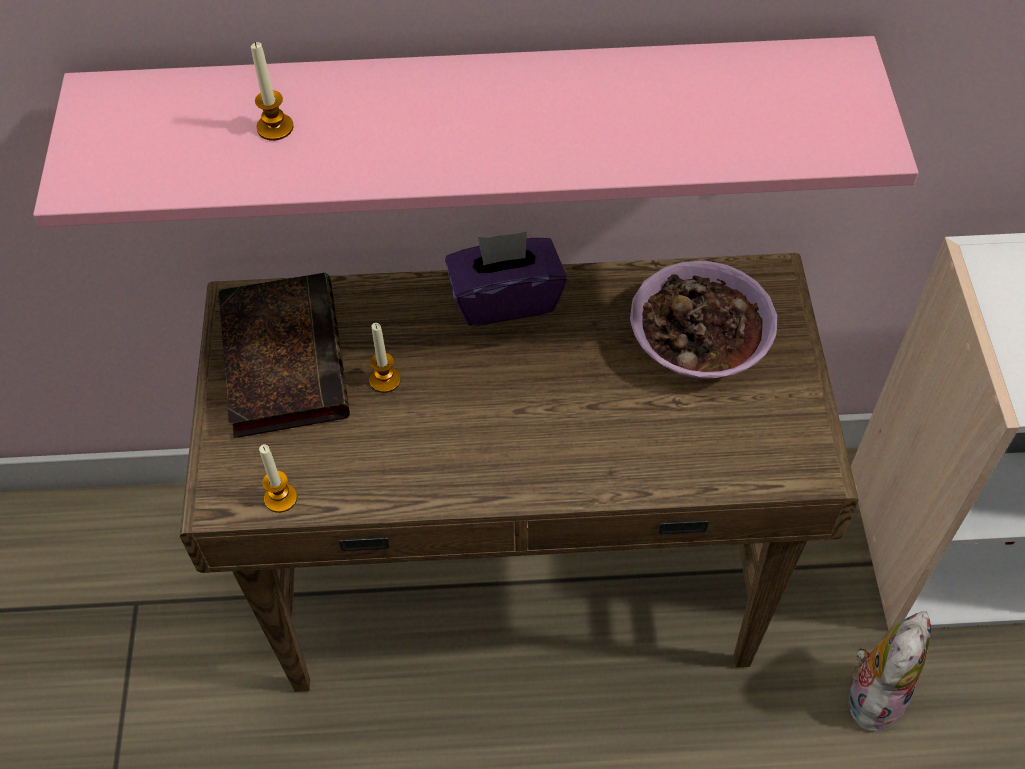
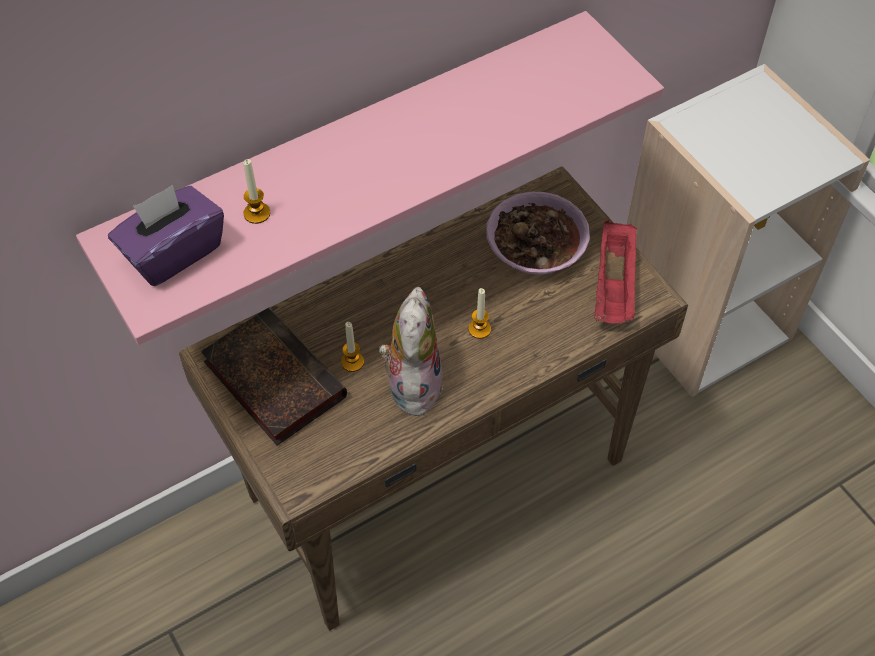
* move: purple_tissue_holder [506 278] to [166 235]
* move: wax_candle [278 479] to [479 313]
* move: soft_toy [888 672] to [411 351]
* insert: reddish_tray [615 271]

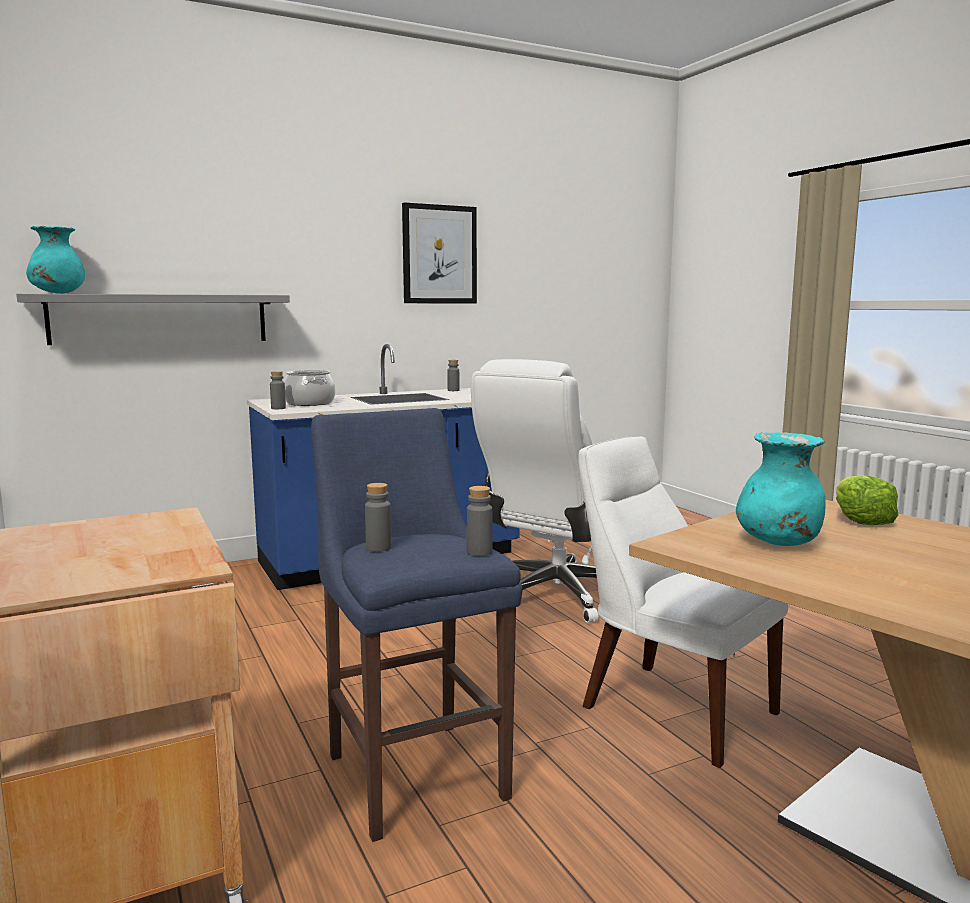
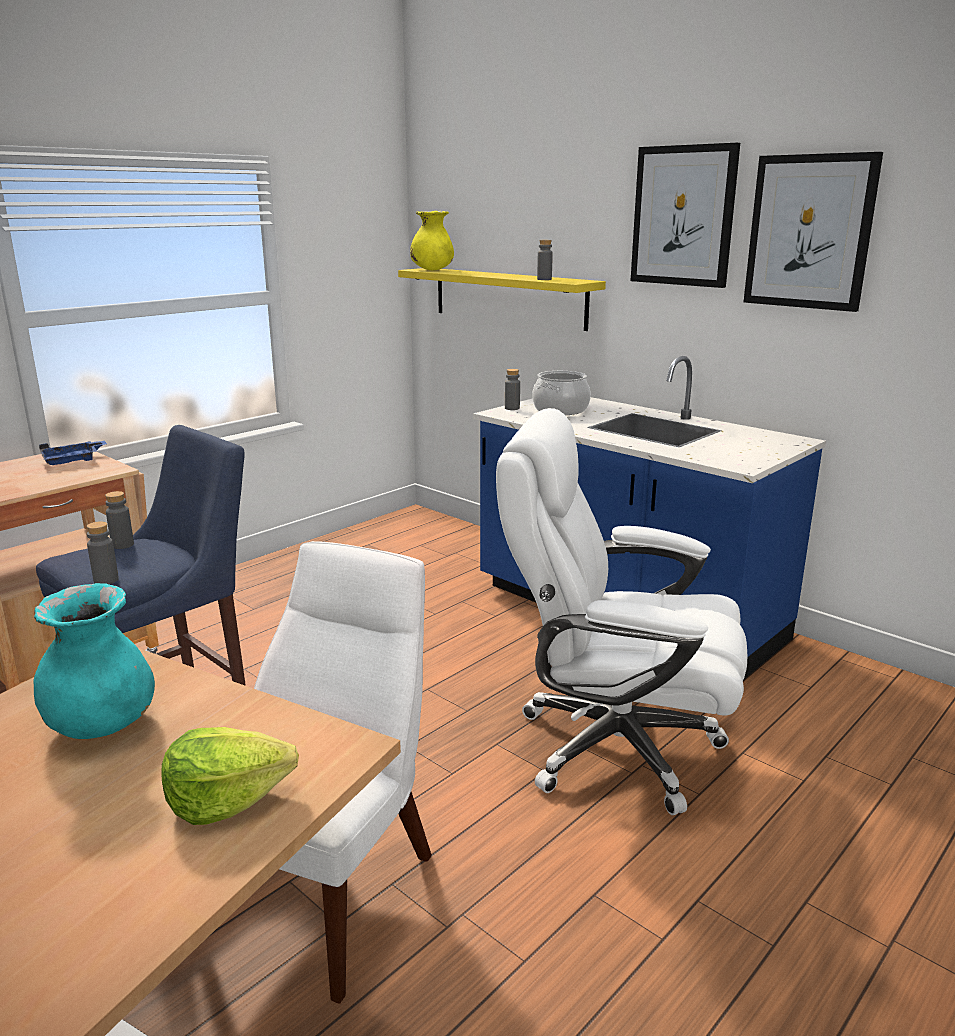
* recolor: turquoise_decorative_vase [55 260] to yellow-coloured_decorative_vase [432 240]
* recolor: gray_bracket_shelf [153 319] to yellow-coloured_bracket_shelf [502 299]
* move: gray_drink_bottle [453 375] to [545 260]
* insert: wall_picture [685 215]
* insert: blue-coloured_tray [73 453]

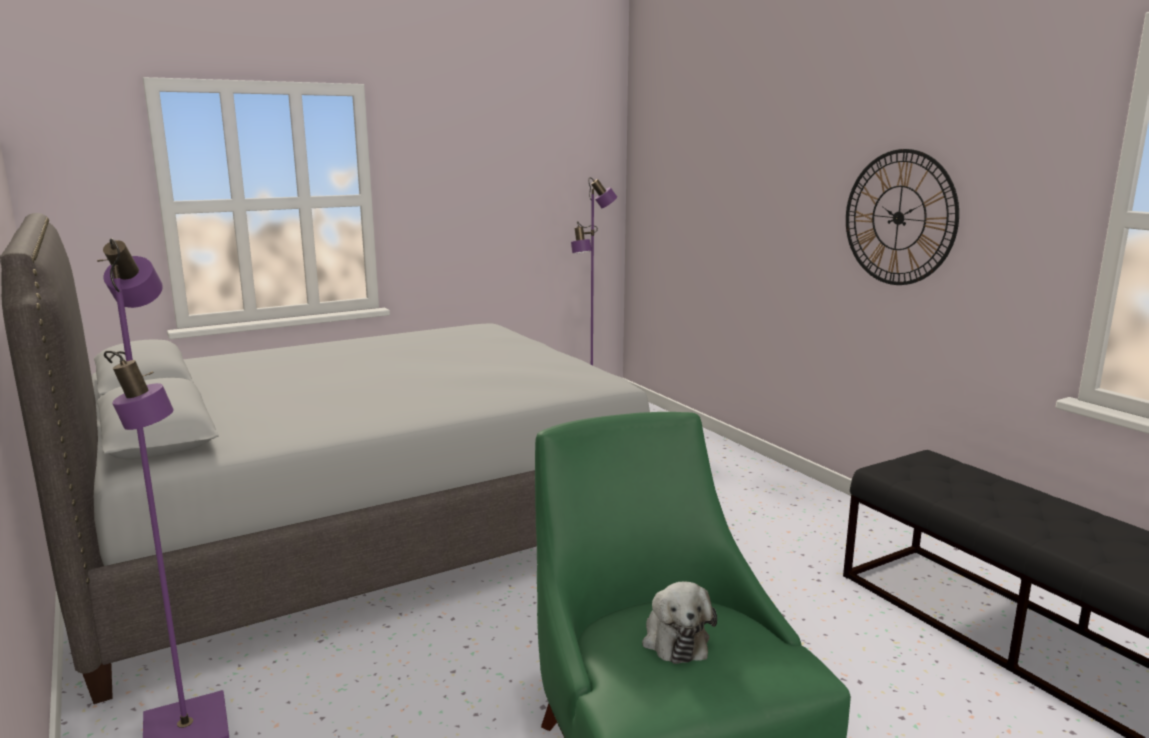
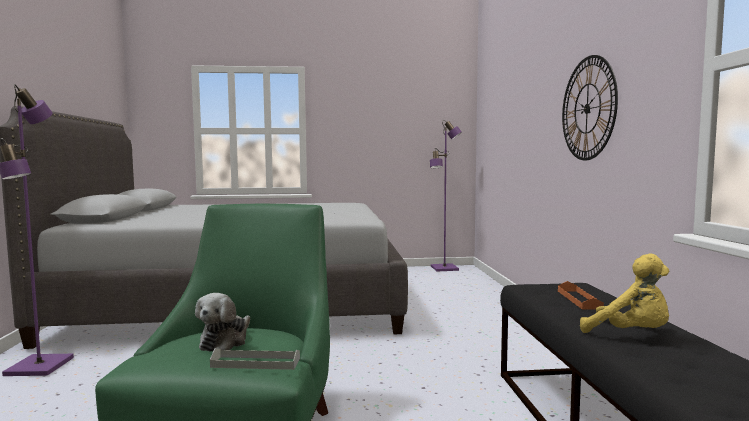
* insert: yellow-coloured_soft_toy [624 293]
* insert: orangey_tray [581 295]
* insert: gray_tray [255 359]

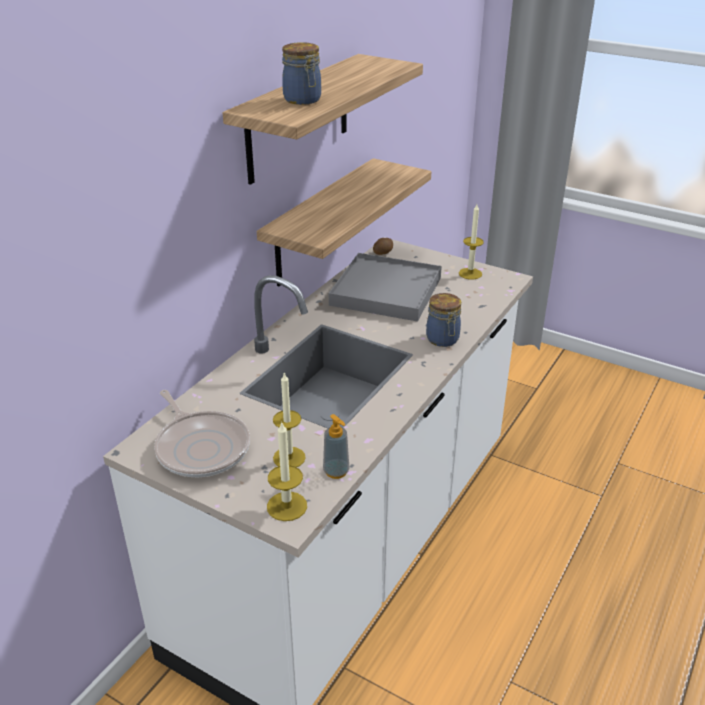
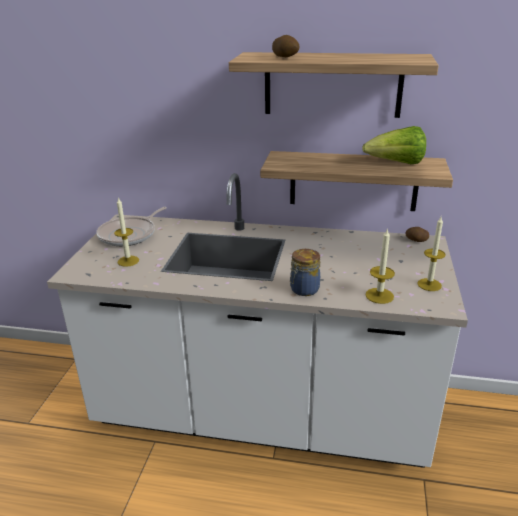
* replace: preserve_jar [301 73] to spud [285 46]
* delete: gray_tray [385 287]
* delete: soap_bottle [336 446]
* move: wax_candle [287 471] to [380 266]
* insert: lettuce_head [394 145]

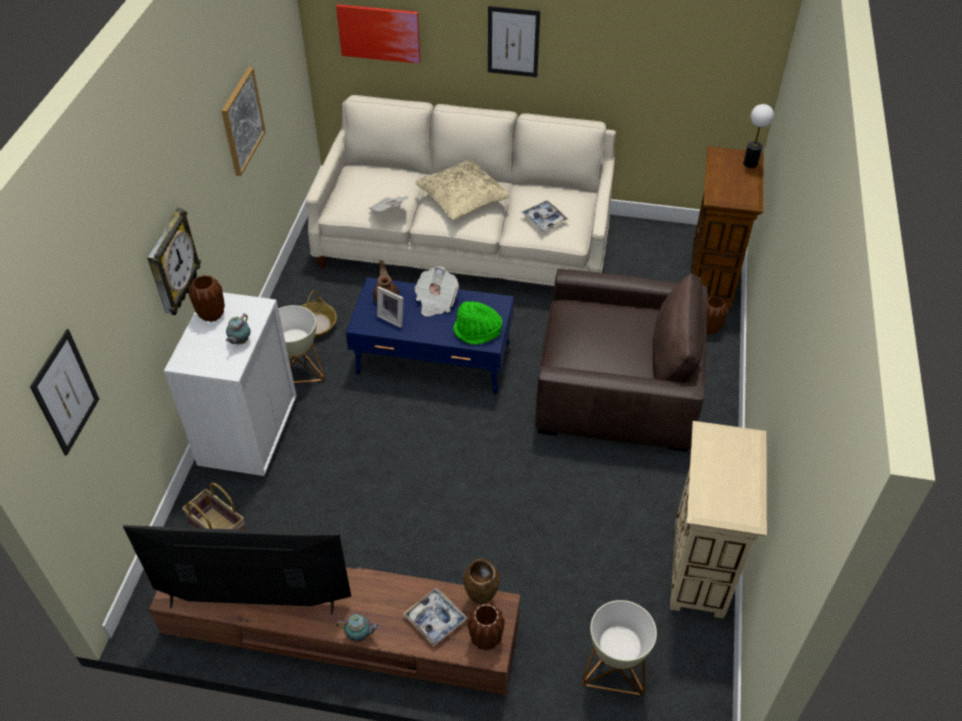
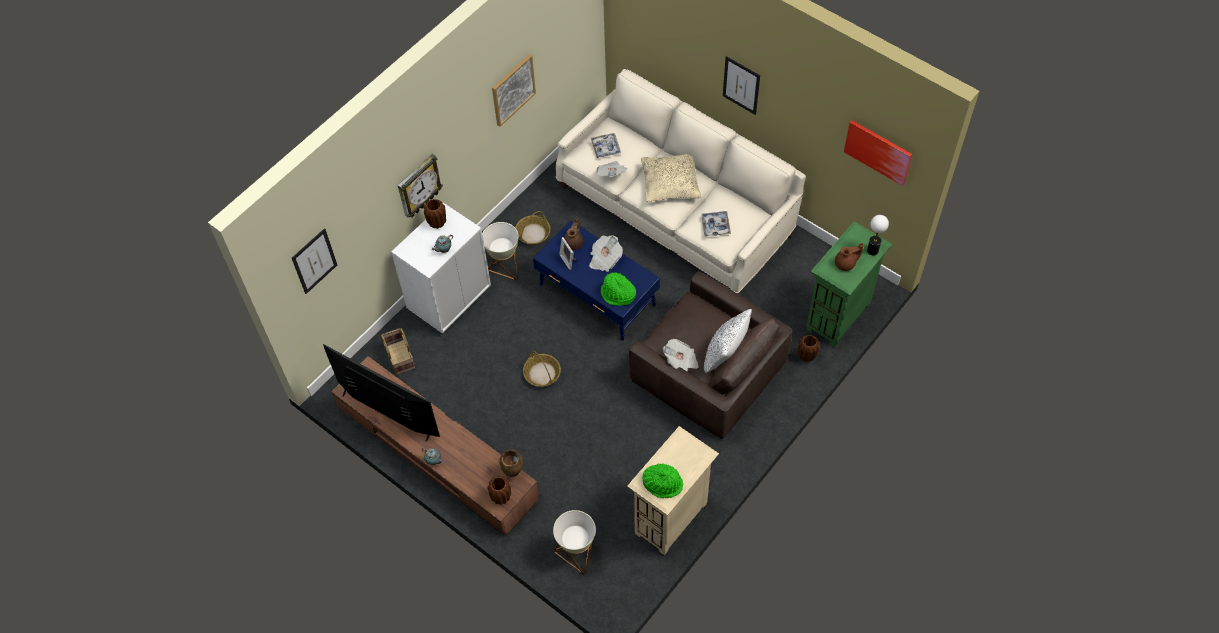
* move: wall_picture [378 34] to [878 153]
* recolor: brown_storage_cabinet [727 227] to green_storage_cabinet [849 284]
* move: tray [435 617] to [606 145]
* insert: brown_pot_for_tea [849 257]
* insert: white-coloured_pillow [728 341]
* insert: printed_paper [681 355]
* insert: basket [542 369]
* insert: green_clothing_hat [662 480]

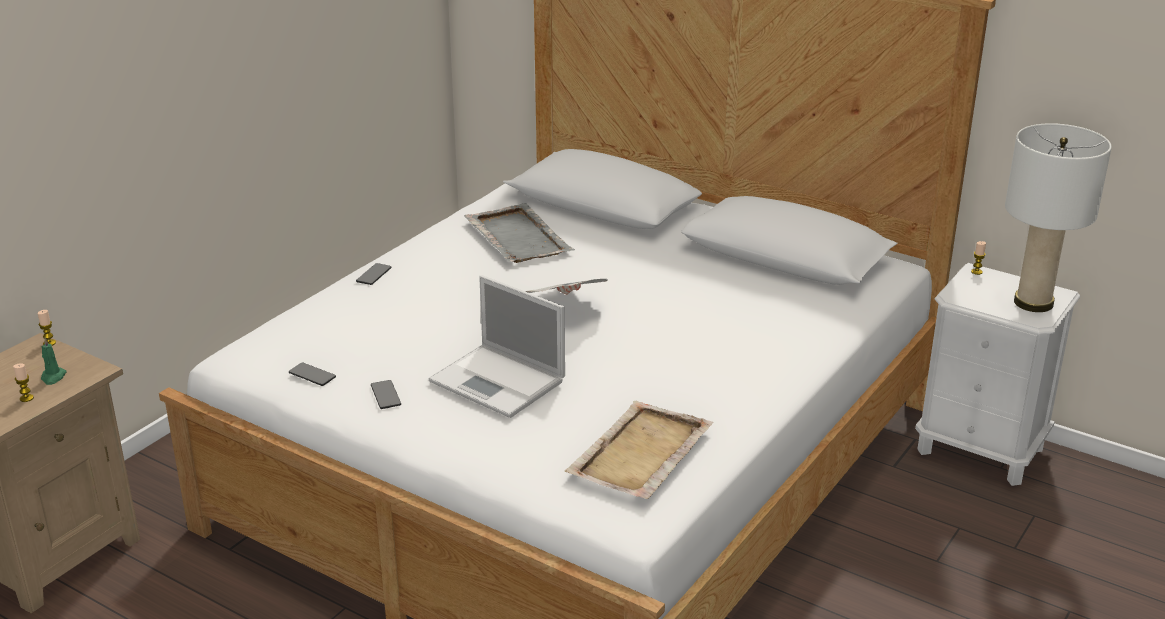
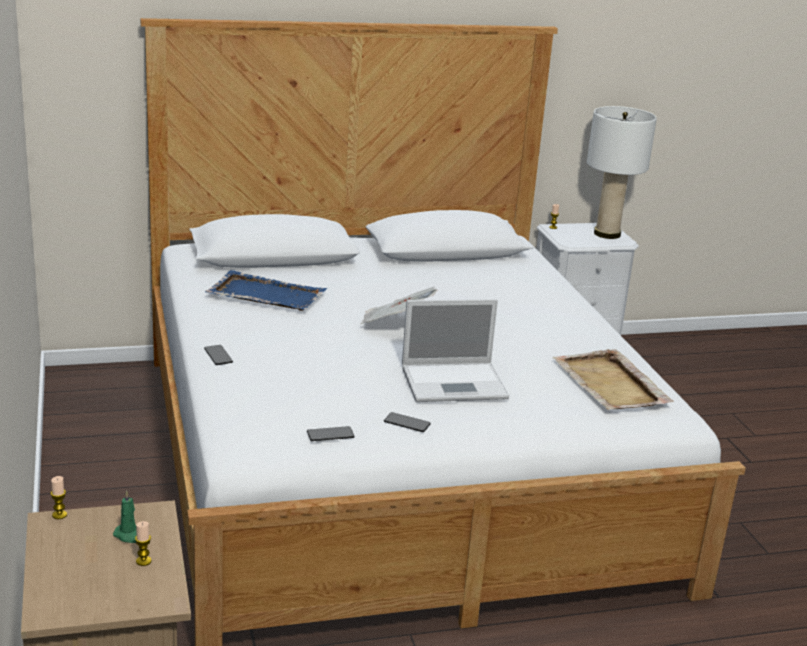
* recolor: gray_tray [519 233] to blue-coloured_tray [266 290]

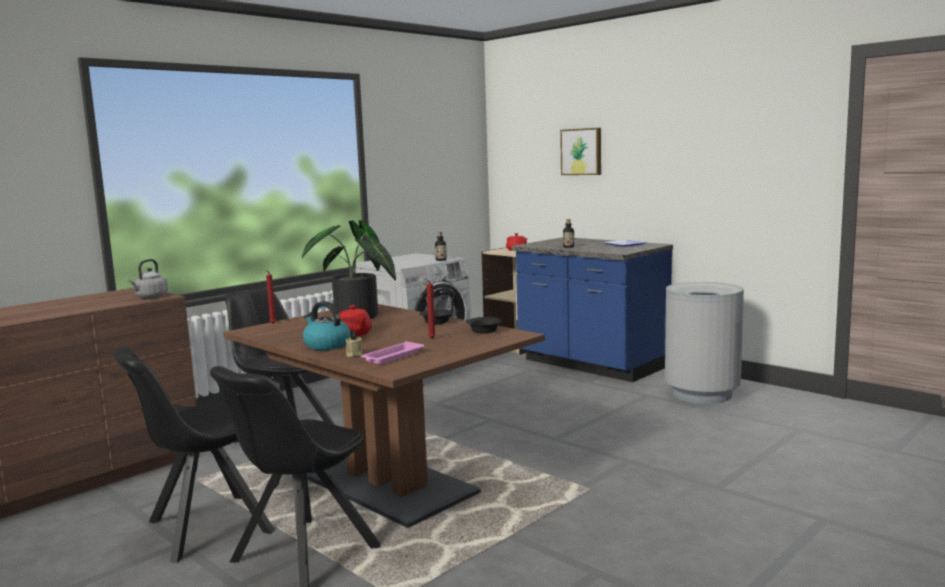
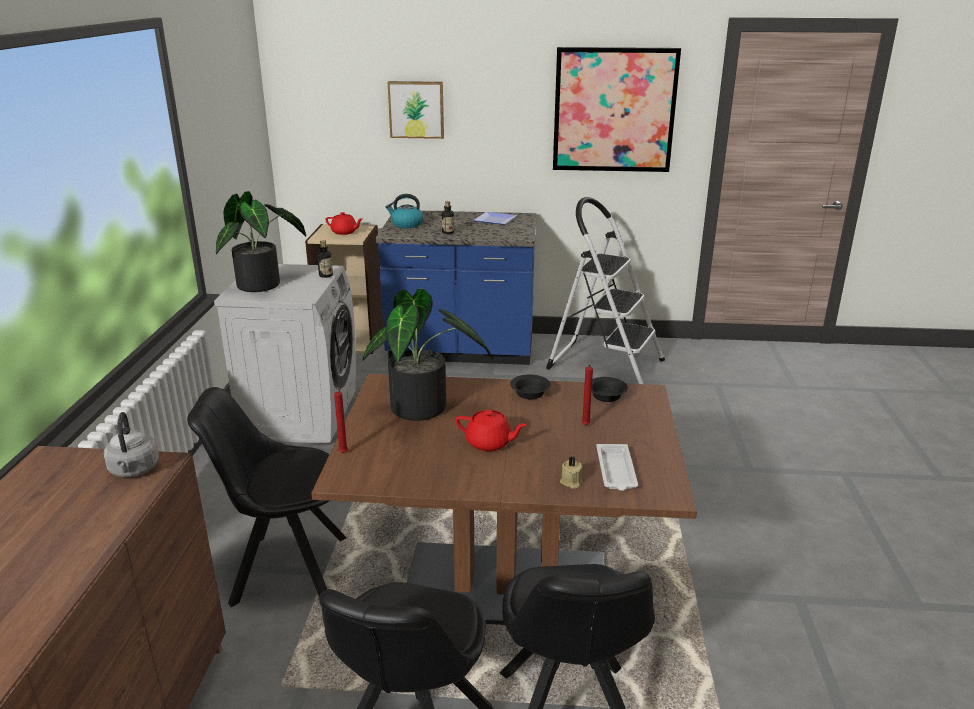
* replace: gray_waste_bin [704 343] to stepladder [605 290]
* move: tea_kettle [327 325] to [405 211]
* recolor: pink-coloured_tray [392 352] to white-coloured_tray [617 467]
* insert: wall_picture [617 109]
* insert: potted_plant [261 241]

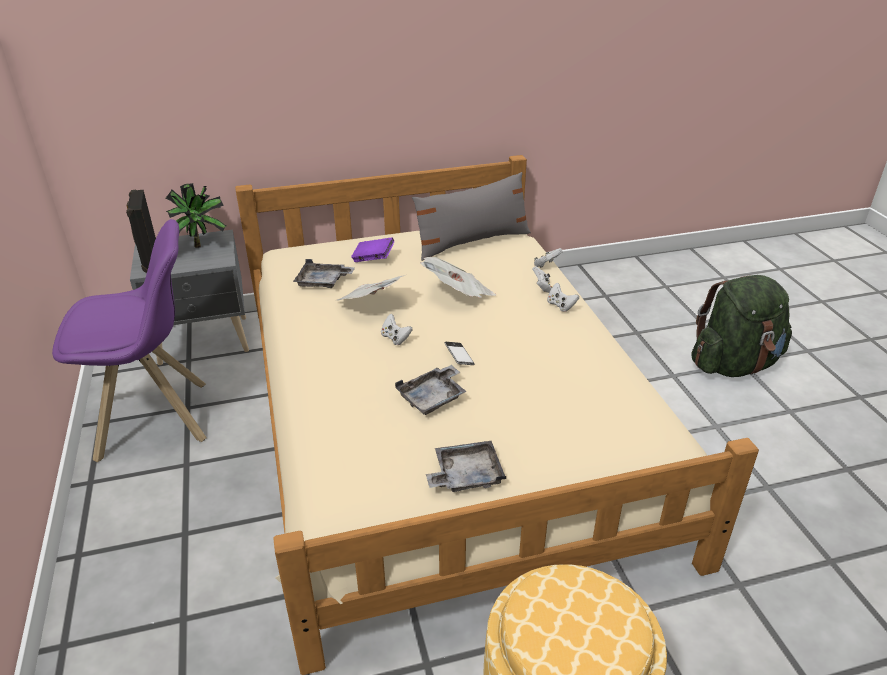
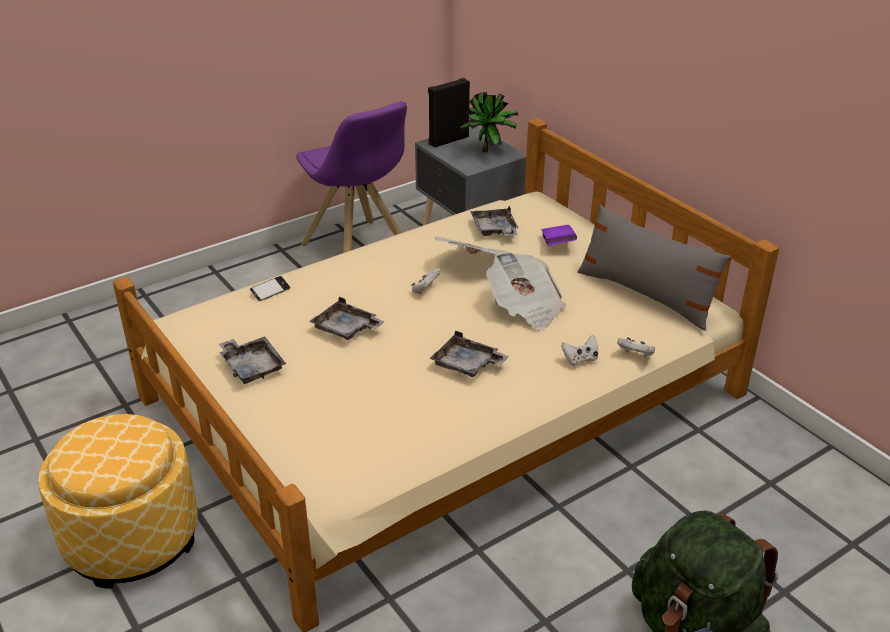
* delete: white-coloured_gamepad [563 297]
* move: telephone [459 353] to [270 288]
* insert: gray_tray [469 353]

